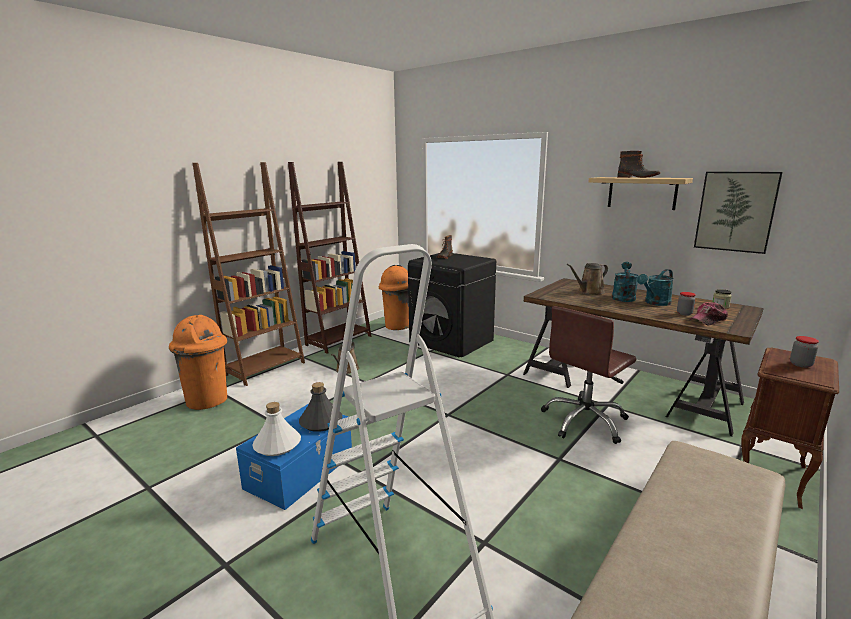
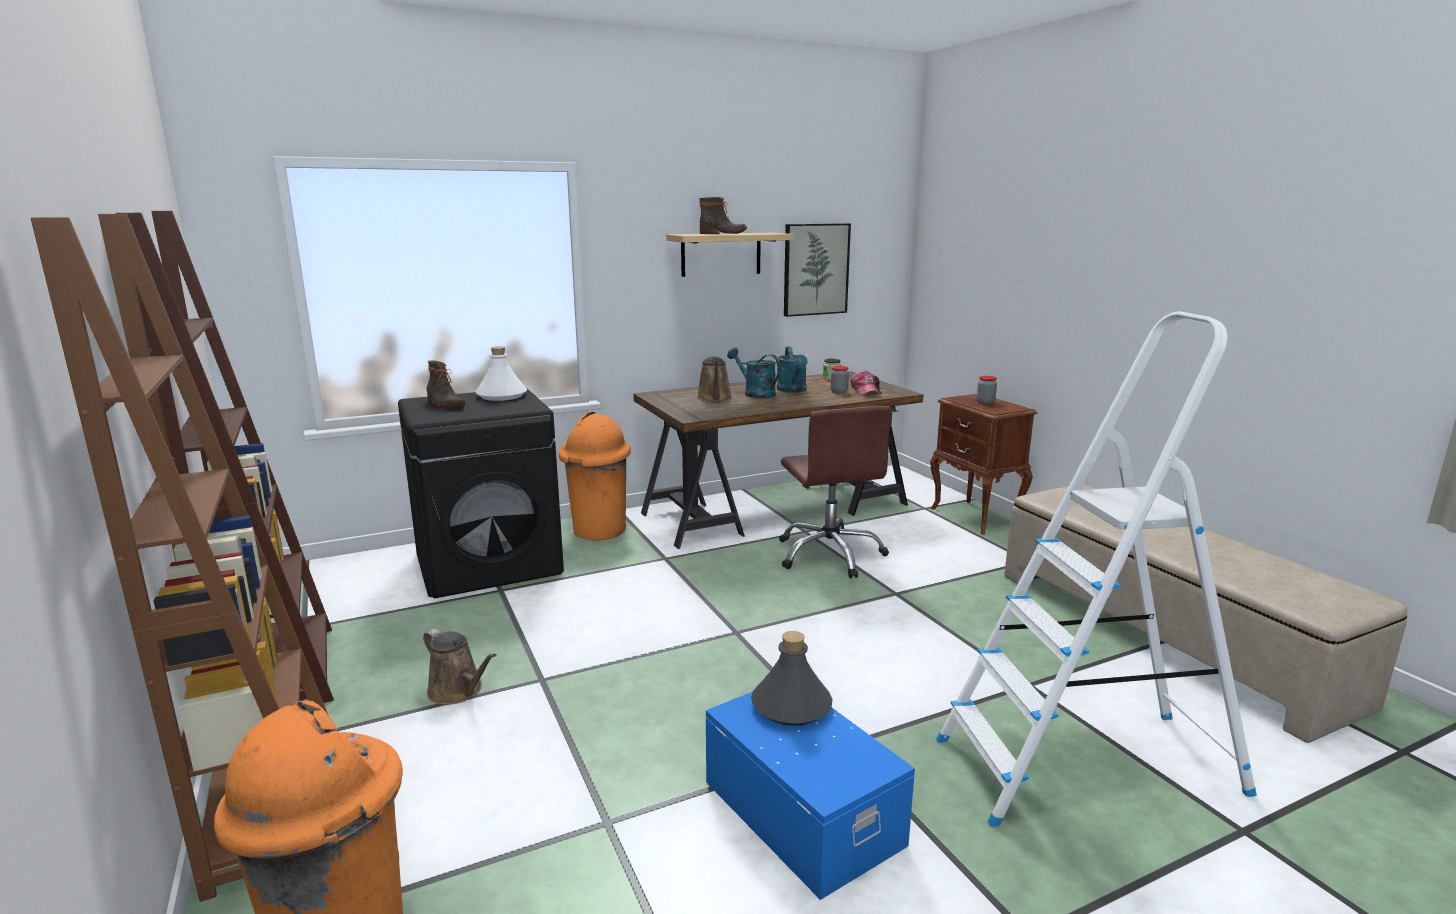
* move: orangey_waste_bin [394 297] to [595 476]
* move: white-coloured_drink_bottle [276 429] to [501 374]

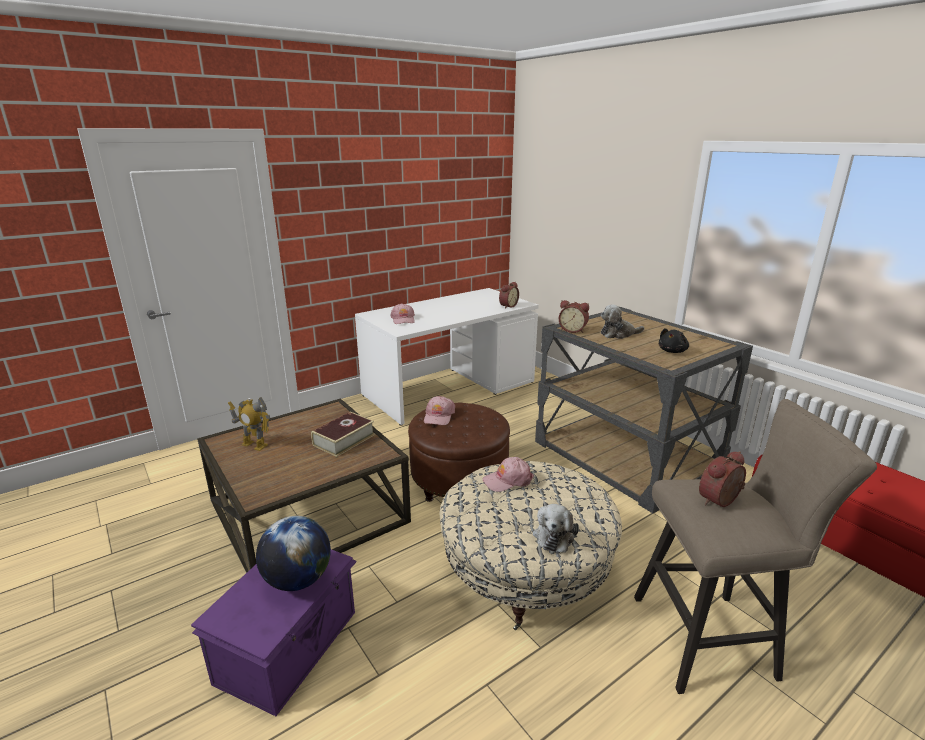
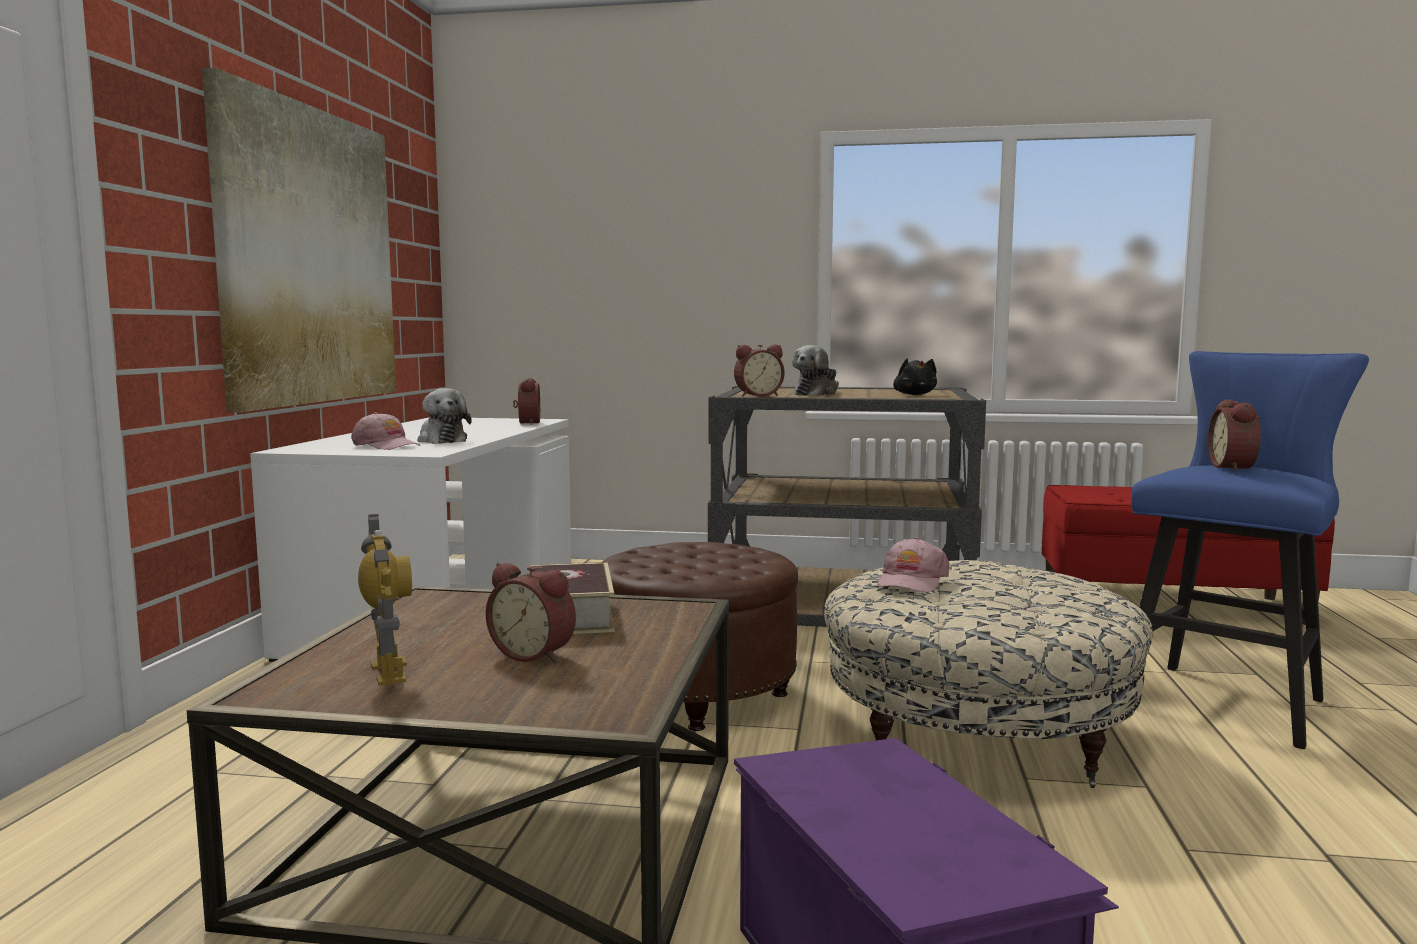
* delete: pink-coloured_baseball_cap [439 410]
* rotate: robot_figure [249 424] = [385 600] 90 degrees counterclockwise
* recolor: beige_stool_seat [755 546] to blue-coloured_stool_seat [1250 550]
* move: soft_toy [556 528] to [444 416]
* delete: world_globe [293 553]
* insert: wall_picture [299 240]
* insert: bedside_clock [531 613]

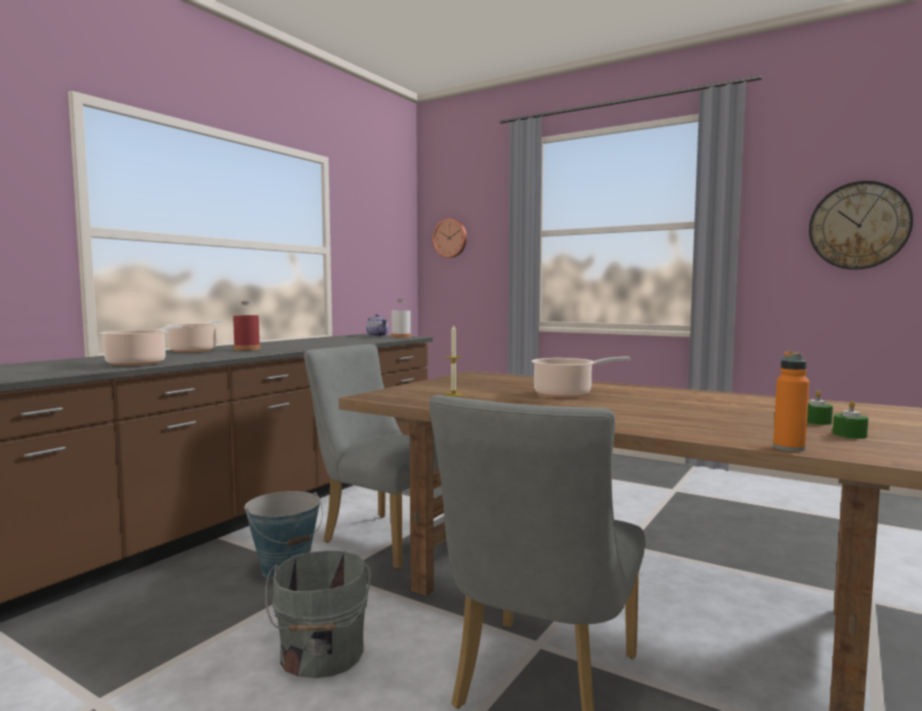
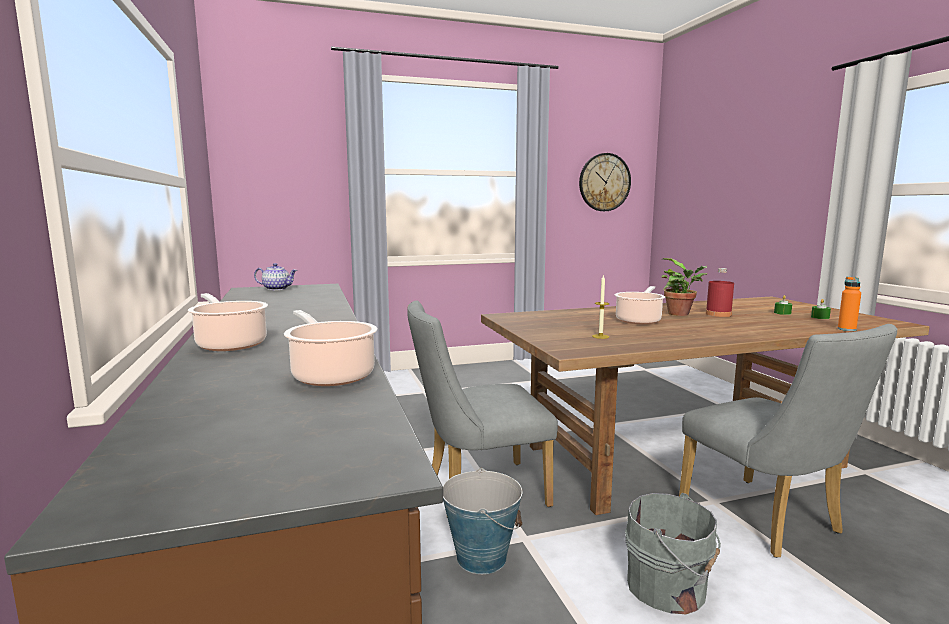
* delete: wall_clock [450 238]
* delete: white-coloured_drink_bottle [401 318]
* move: reddish_drink_bottle [246 325] to [720 292]
* insert: potted_plant [684 287]

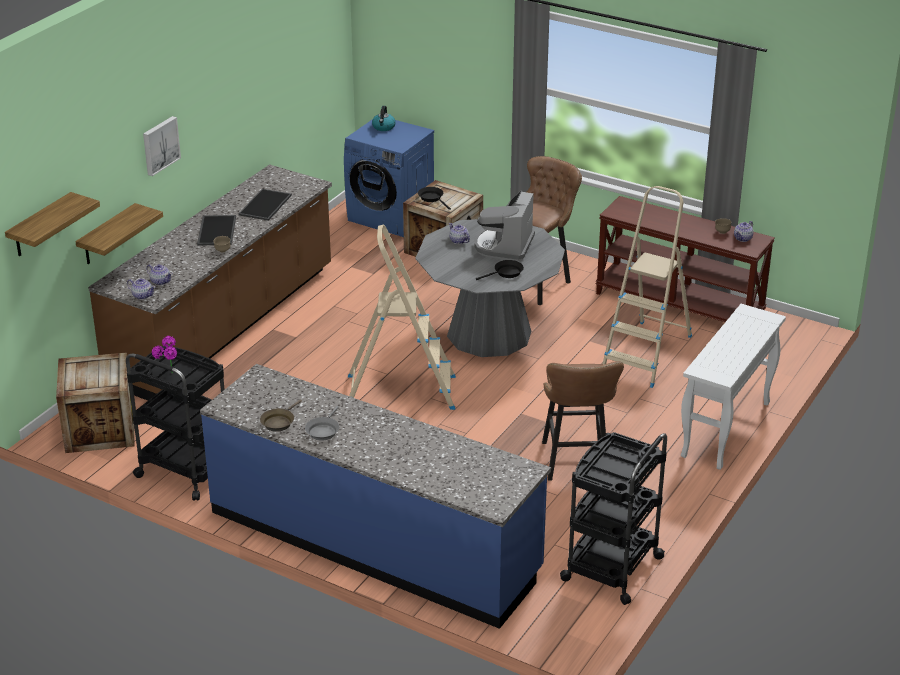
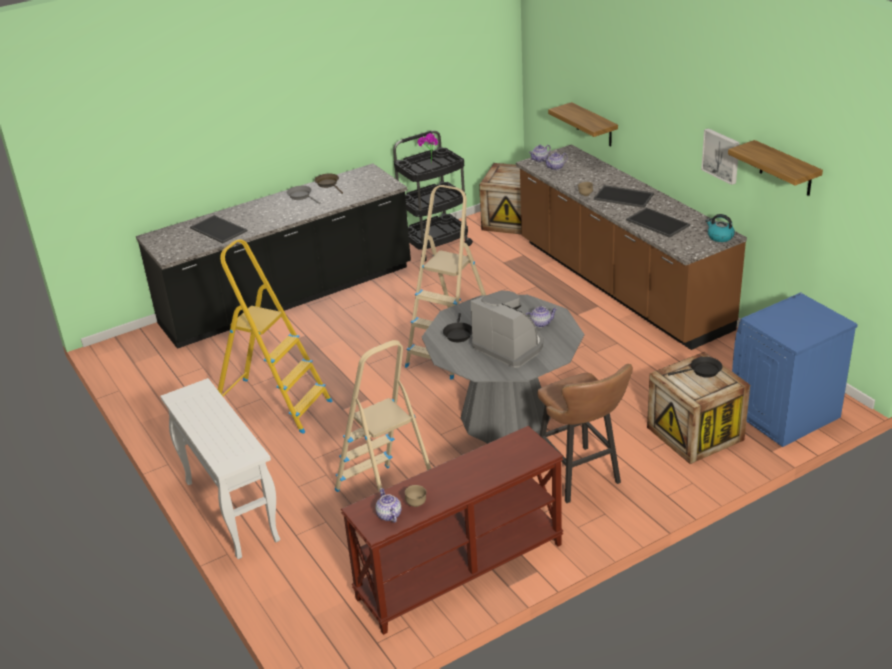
* move: tea_kettle [384 118] to [720 228]
* move: wall_picture [162 146] to [720 156]
* move: bracket_shelf [52 224] to [775 168]
* replace: brown_stool_seat [583 421] to yellow-coloured_stepladder [275 336]
* recolor: blue-coloured_kitchen_counter [375 496] to black-coloured_kitchen_counter [273 256]
* delete: black-coloured_wheeled_cart [613 518]
* insert: tray [219 229]

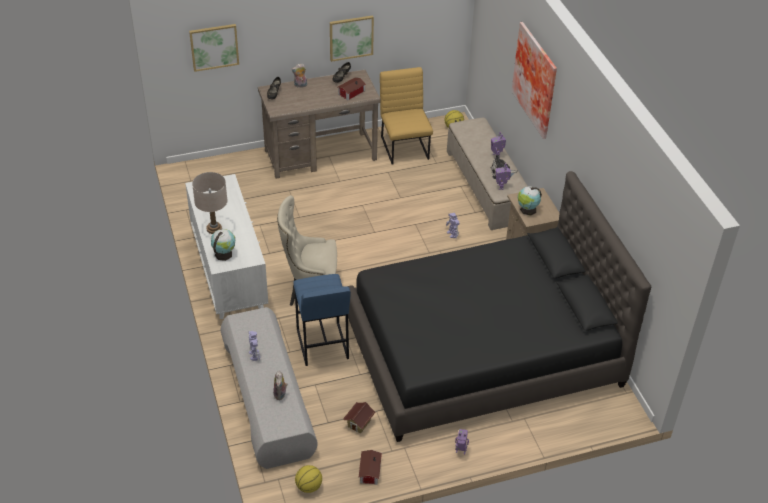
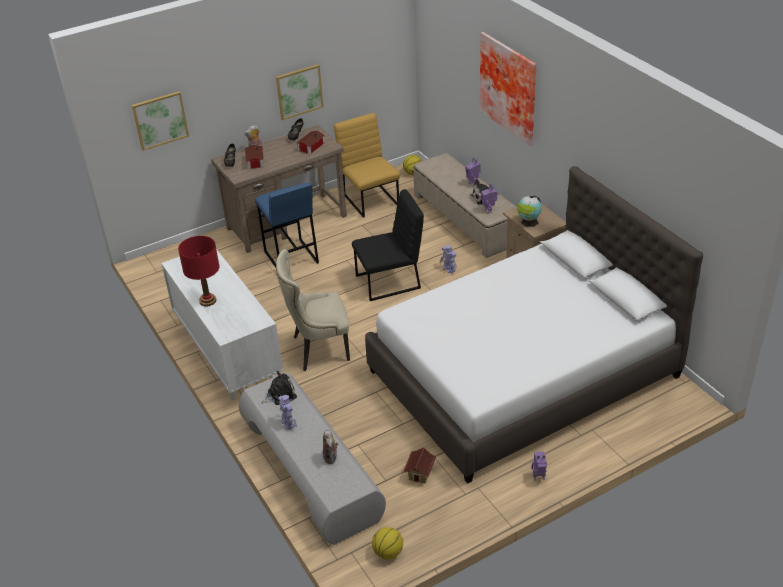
* recolor: black-coloured_bed [499 306] to white-coloured_bed [534 324]
* recolor: beige_table_lamp [210 203] to reddish_table_lamp [199 271]
* delete: world_globe [223 245]
* move: blue-coloured_stool_seat [322 320] to [287 225]
* move: model_house [370 467] to [254 156]
* insert: black-coloured_upright_chair [388 245]
* insert: soft_toy [279 388]

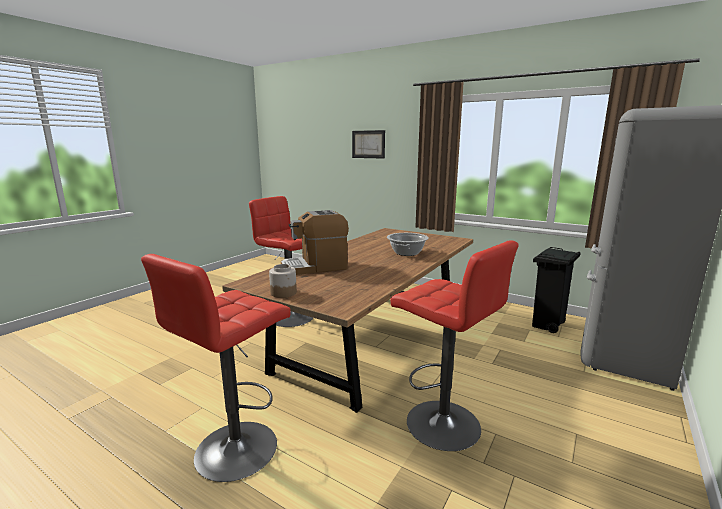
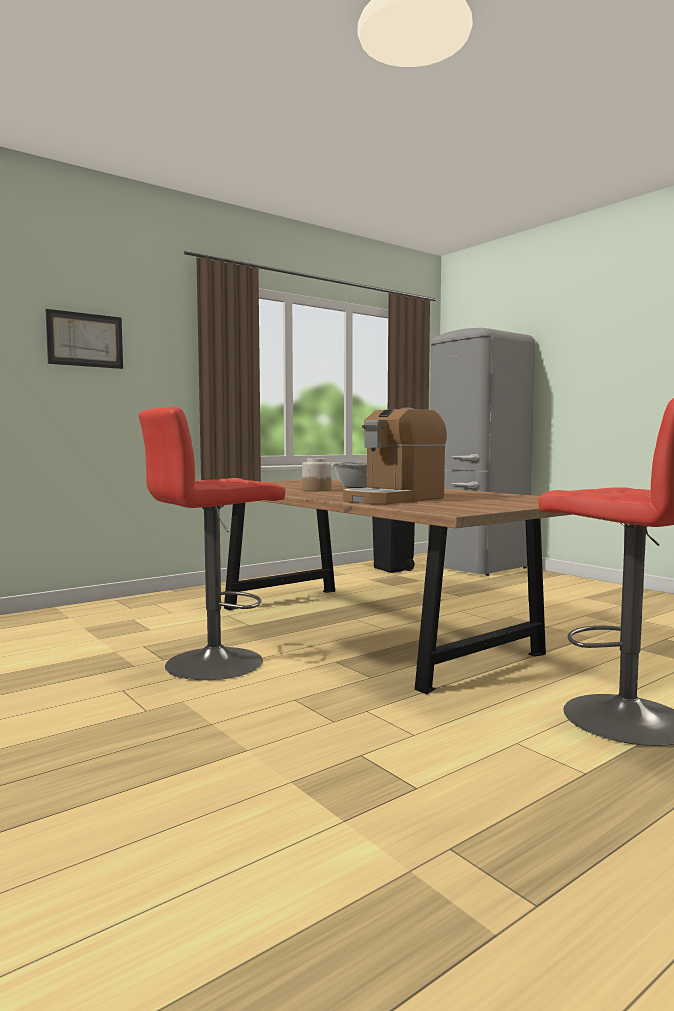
* rotate: coffee_brewer [315 242] = [395 456] 45 degrees clockwise
* delete: reddish_stool_seat [455 345]
* move: preserve_jar [283 281] to [316 474]

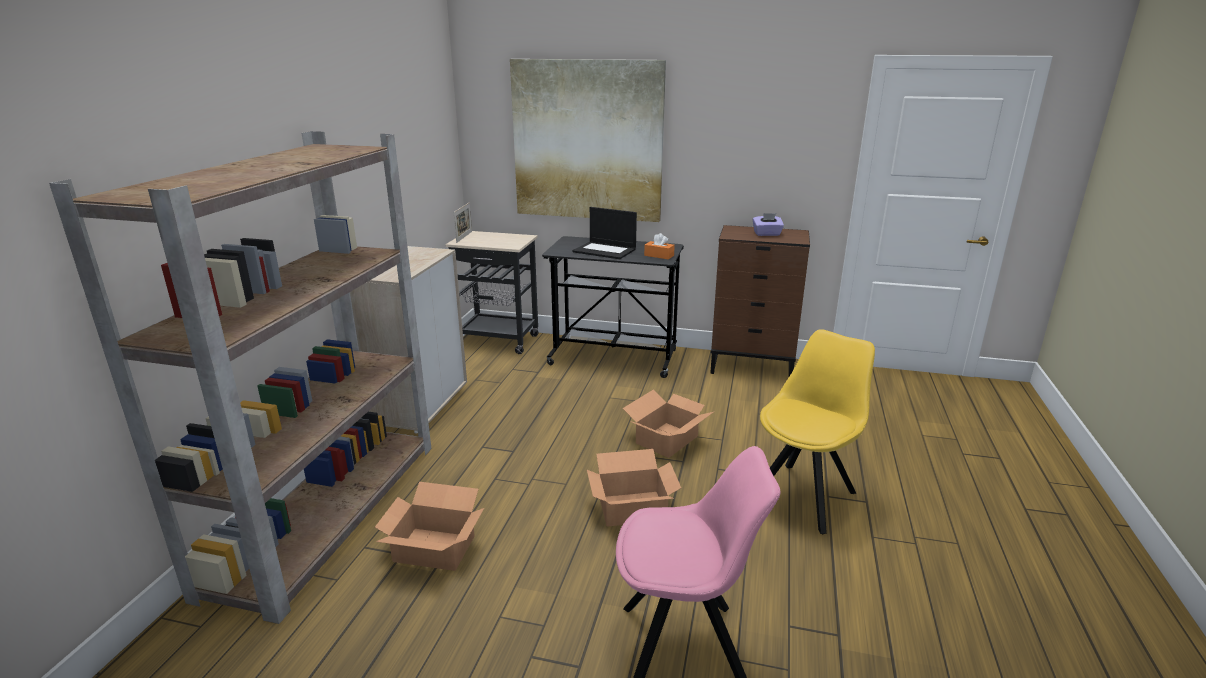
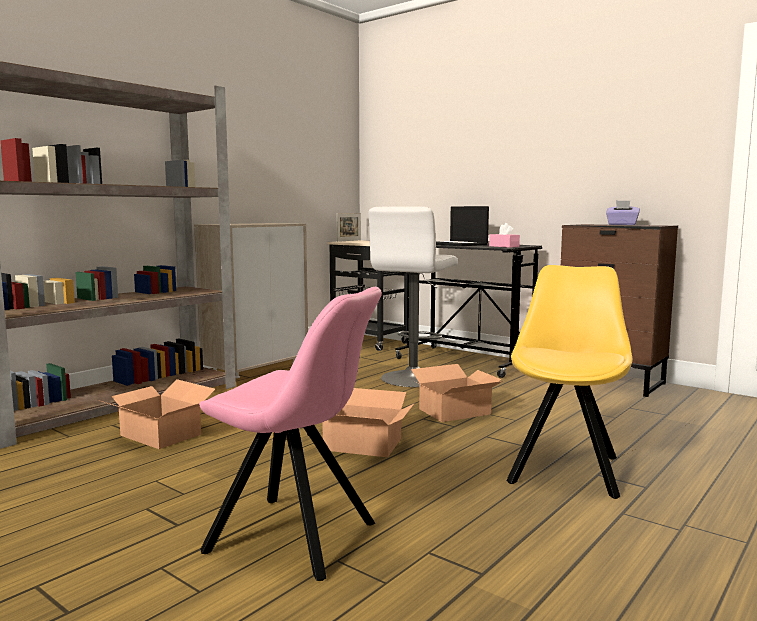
* delete: wall_picture [588 140]
* recolor: orangey_tissue_holder [659 246] to pink-coloured_tissue_holder [504 235]
* rotate: yellow-coloured_upright_chair [817 431] = [569 382] 45 degrees counterclockwise
* insert: white-coloured_stool_seat [413 296]

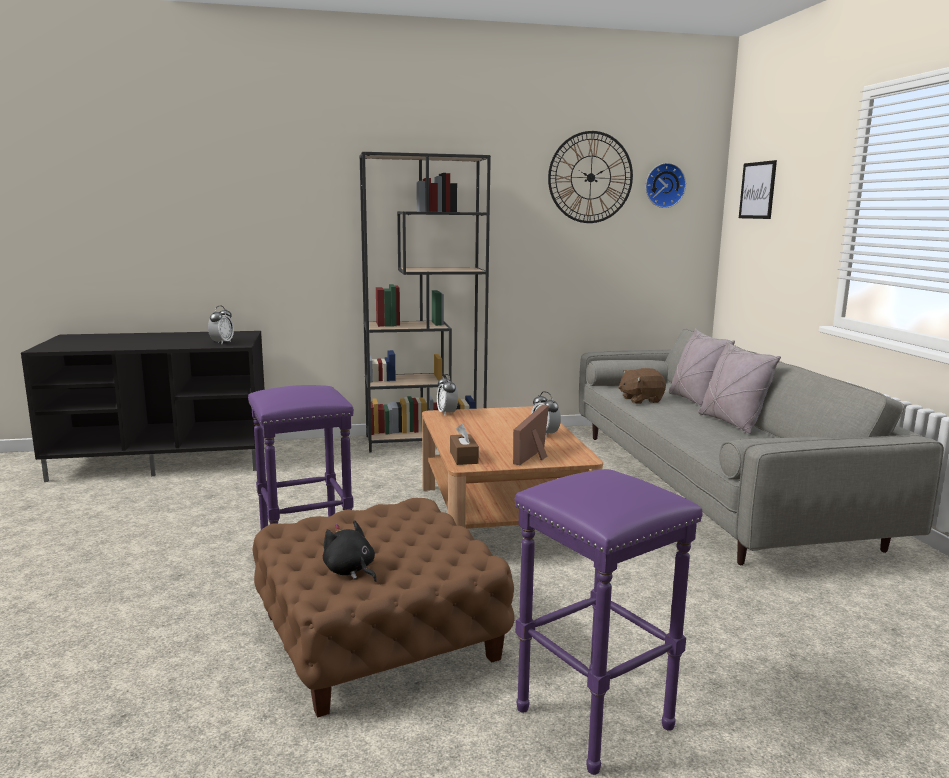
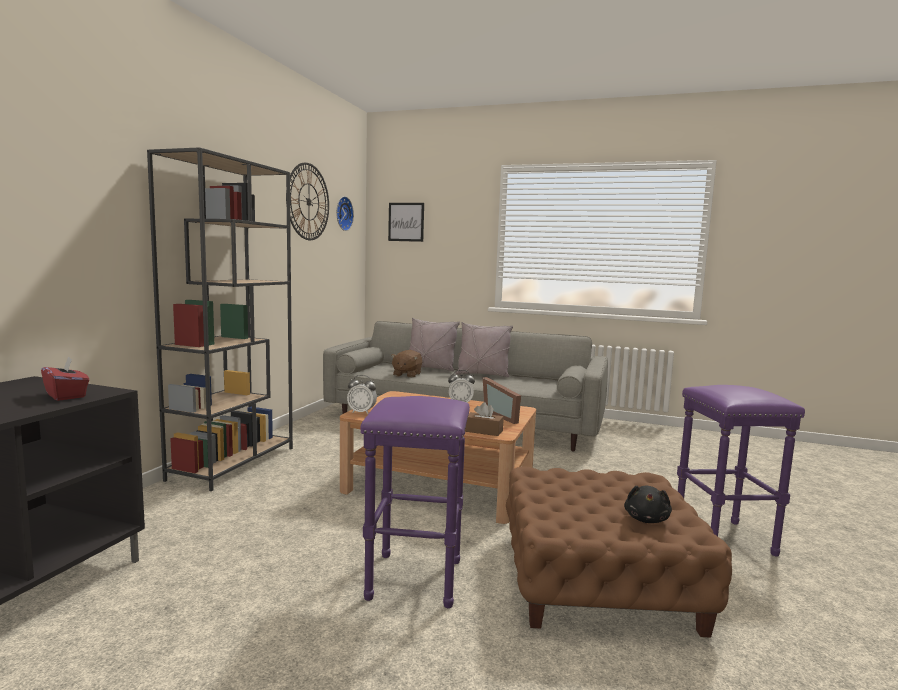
* replace: bedside_clock [221 325] to reddish_tissue_holder [65 378]
* rotate: black-coloured_soft_toy [350 551] = [648 504] 60 degrees counterclockwise

